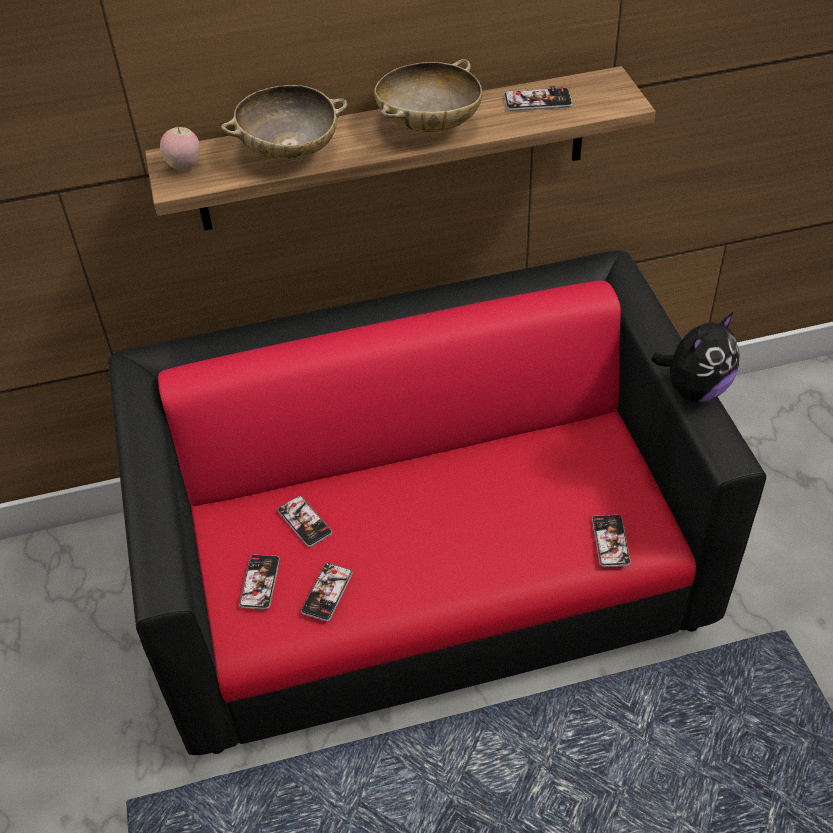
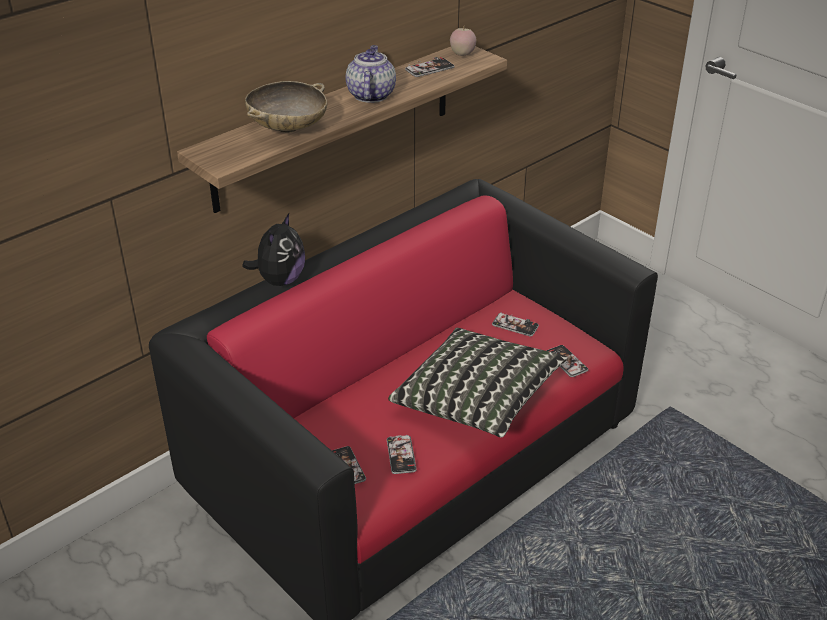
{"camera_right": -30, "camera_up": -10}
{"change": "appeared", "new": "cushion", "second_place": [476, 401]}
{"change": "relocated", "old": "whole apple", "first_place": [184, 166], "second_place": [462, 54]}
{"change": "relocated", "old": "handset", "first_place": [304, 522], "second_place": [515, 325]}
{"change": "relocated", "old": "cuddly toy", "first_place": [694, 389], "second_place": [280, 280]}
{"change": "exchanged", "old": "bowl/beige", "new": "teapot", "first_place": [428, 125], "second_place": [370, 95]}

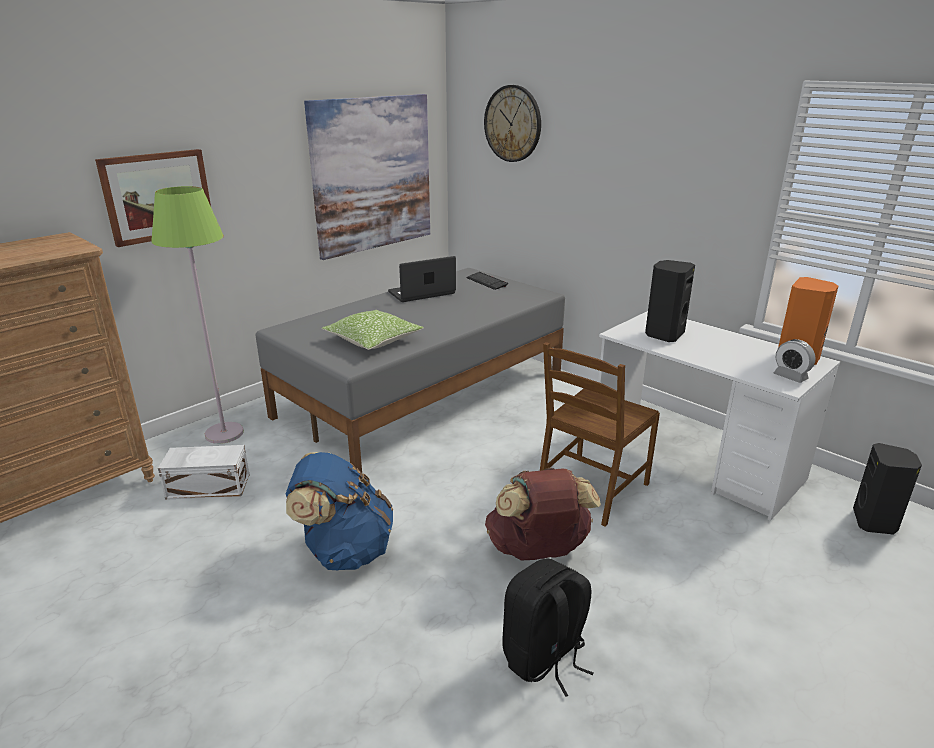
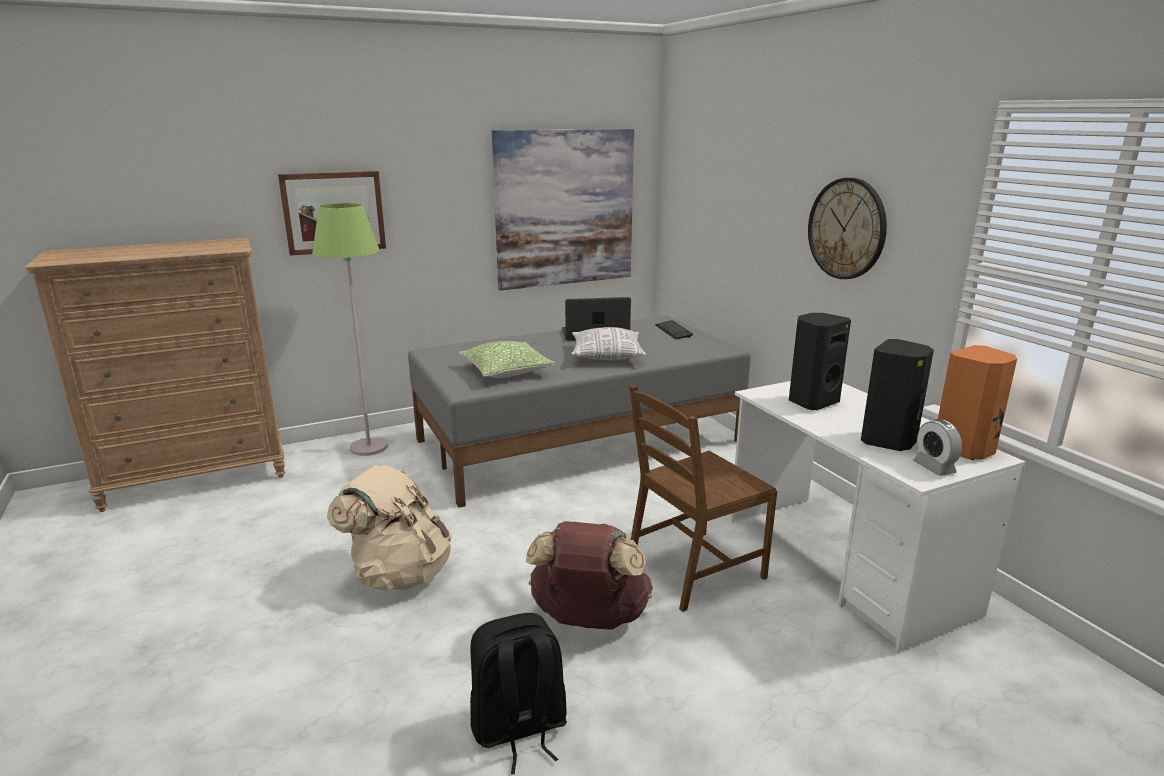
{"camera_right": 20, "camera_up": -5}
{"change": "missing", "old": "storage container/white", "first_place": [207, 486]}
{"change": "appeared", "new": "cushion", "second_place": [606, 356]}
{"change": "relocated", "old": "hanging clock", "first_place": [513, 124], "second_place": [847, 229]}
{"change": "relocated", "old": "loudspeaker/black", "first_place": [875, 522], "second_place": [889, 441]}
{"change": "colour", "old": "backpack/blue-coloured", "new": "backpack/beige", "first_place": [344, 550], "second_place": [399, 573]}

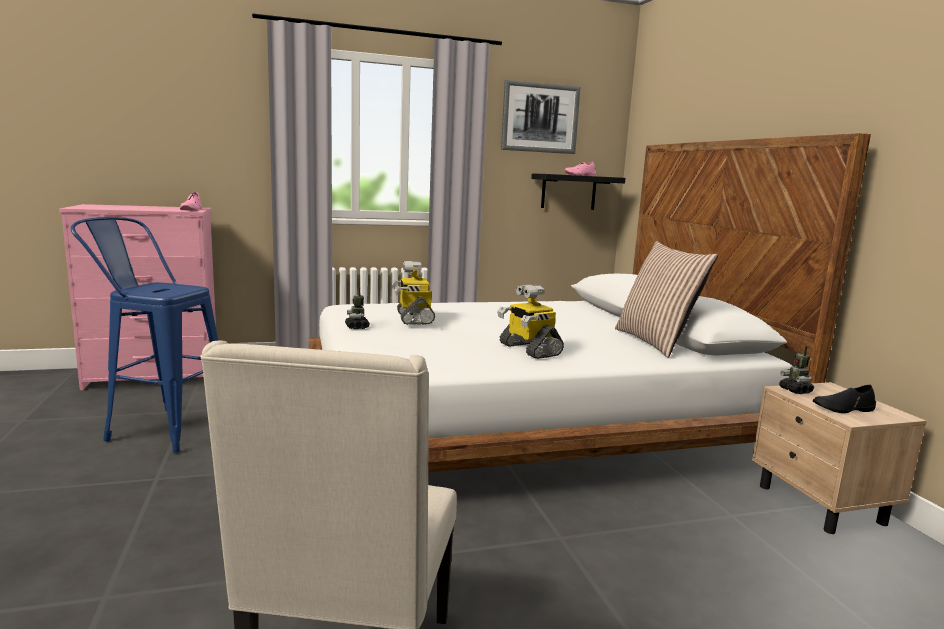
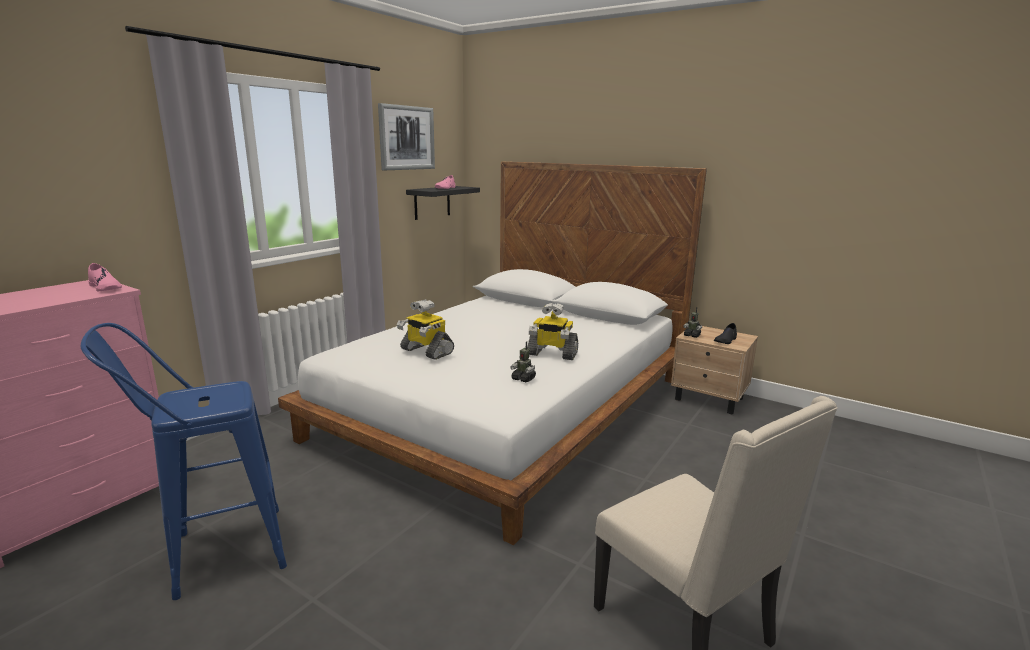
{"camera_right": -40, "camera_up": 5}
{"change": "missing", "old": "cushion", "first_place": [656, 342]}
{"change": "relocated", "old": "robot figure", "first_place": [357, 327], "second_place": [523, 379]}

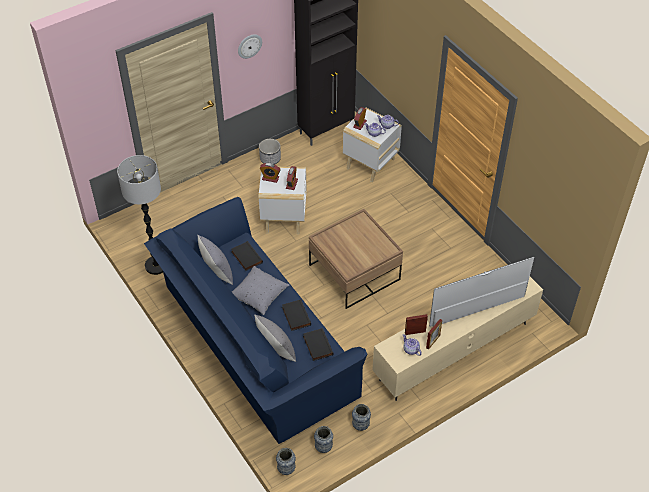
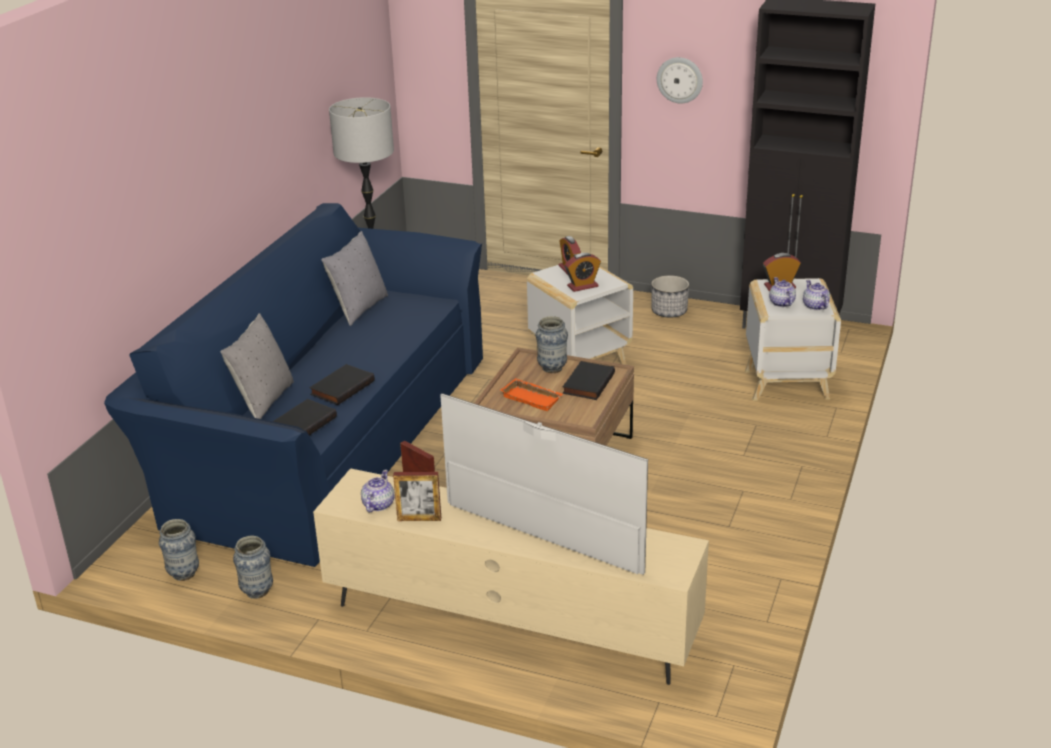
{"camera_right": 55, "camera_up": -20}
{"change": "missing", "old": "cushion/greyish", "first_place": [259, 295]}
{"change": "appeared", "new": "carrying tray/orange", "second_place": [533, 398]}
{"change": "relocated", "old": "bound book/black", "first_place": [246, 257], "second_place": [587, 383]}
{"change": "relocated", "old": "decorative vase", "first_place": [286, 469], "second_place": [552, 368]}

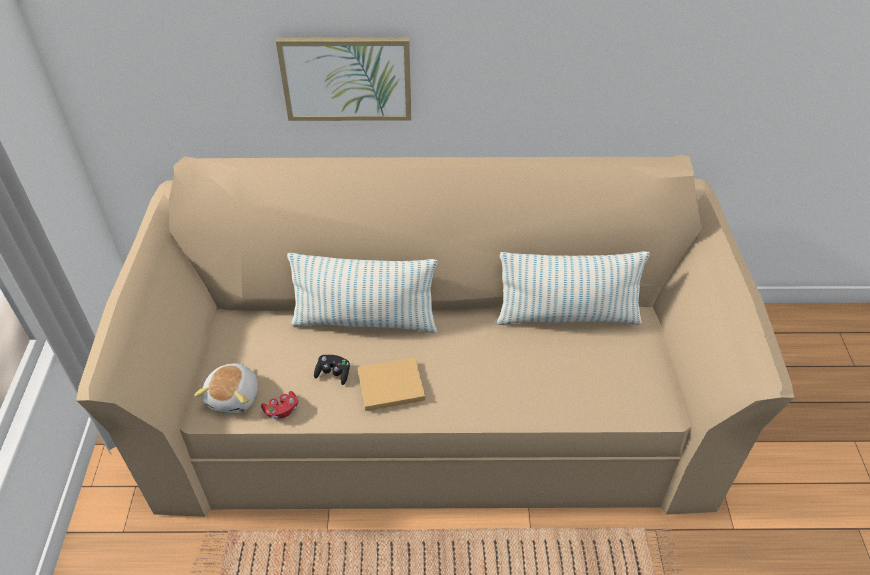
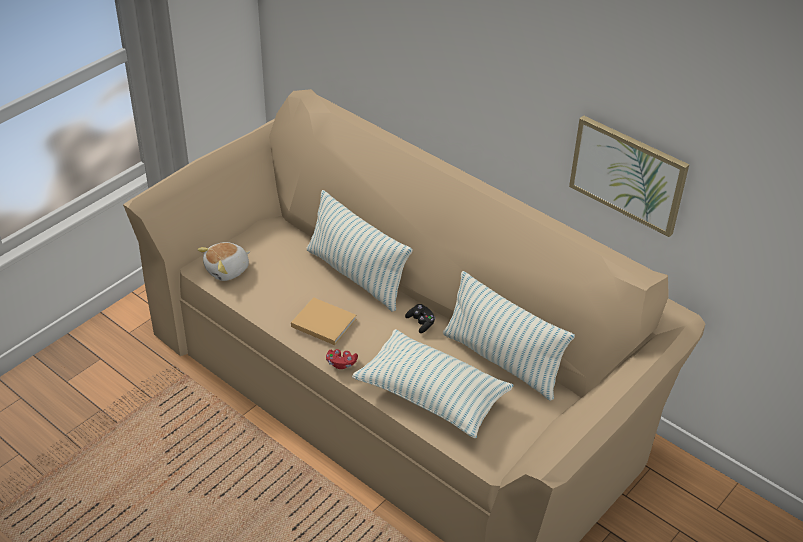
{"camera_right": 40, "camera_up": -5}
{"change": "appeared", "new": "cushion", "second_place": [432, 395]}
{"change": "relocated", "old": "game controller/red", "first_place": [282, 410], "second_place": [341, 363]}
{"change": "relocated", "old": "wall picture", "first_place": [346, 78], "second_place": [628, 174]}
{"change": "relocated", "old": "game controller/black", "first_place": [333, 373], "second_place": [421, 323]}

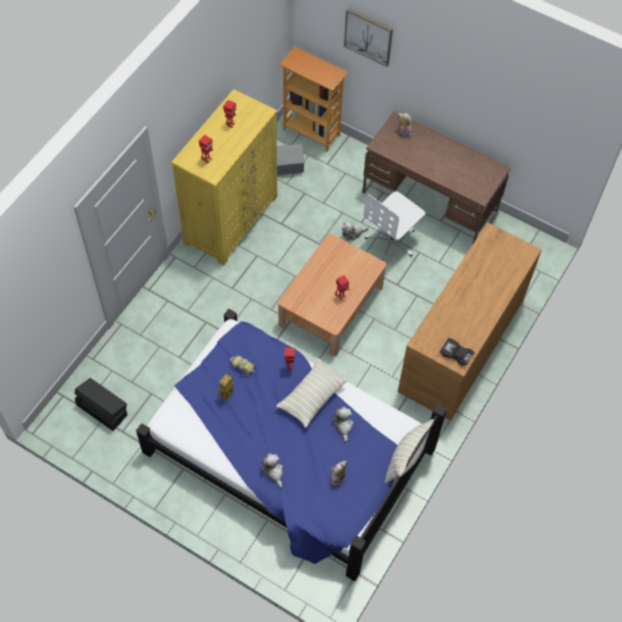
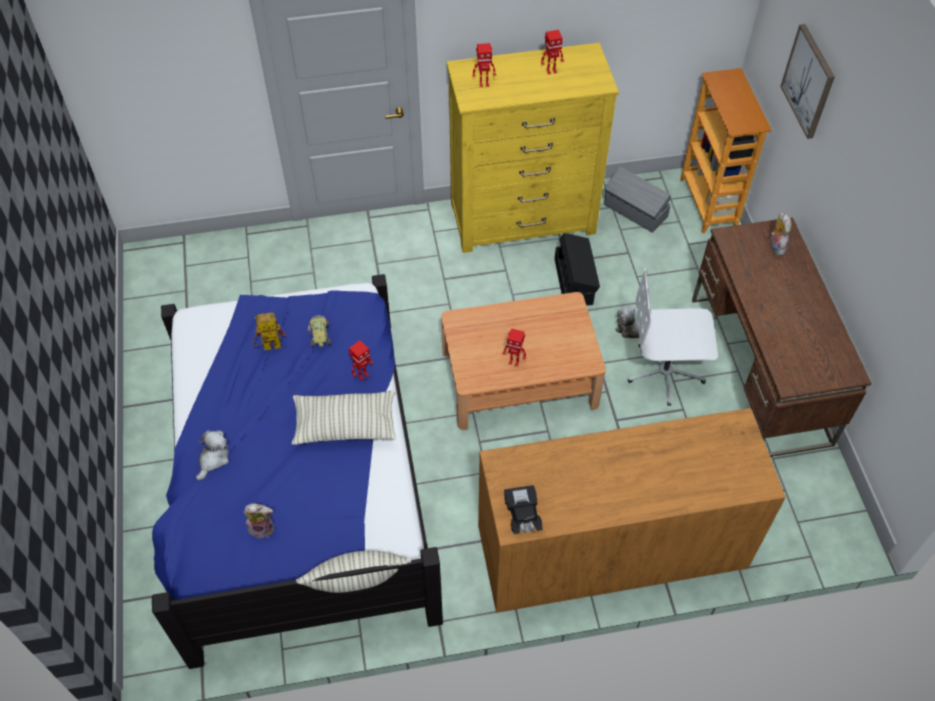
{"camera_right": 50, "camera_up": -5}
{"change": "missing", "old": "cuddly toy", "first_place": [343, 425]}
{"change": "relocated", "old": "storage container/black", "first_place": [102, 409], "second_place": [574, 281]}

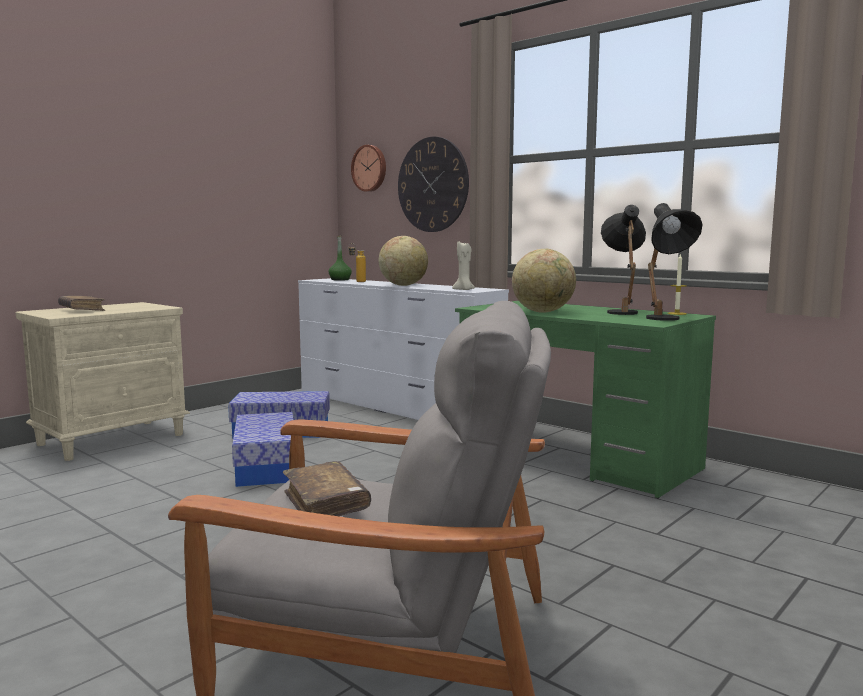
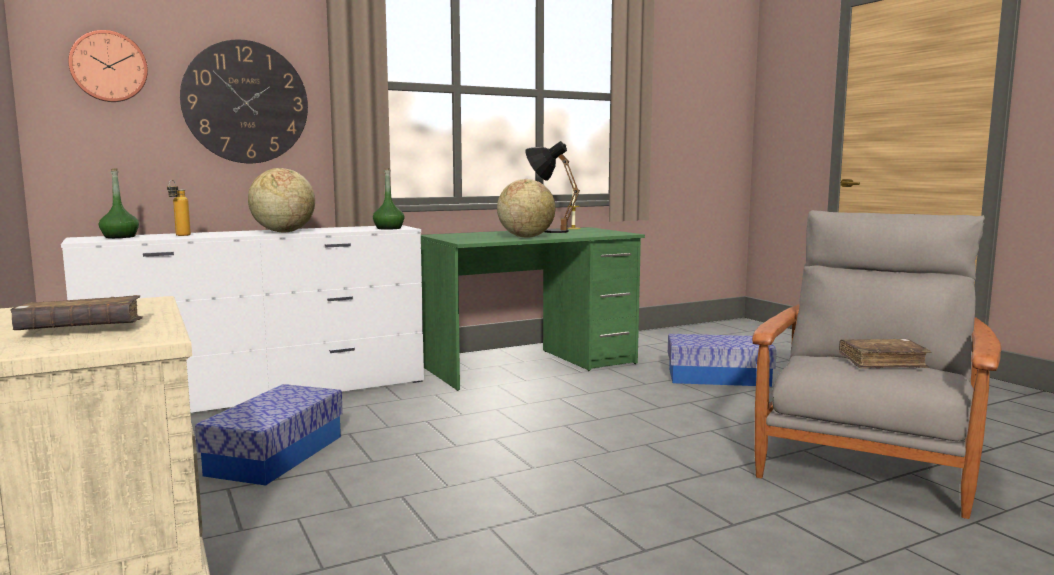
{"camera_right": -70, "camera_up": 0}
{"change": "missing", "old": "lamp for a table/black", "first_place": [666, 320]}
{"change": "relocated", "old": "storage container", "first_place": [266, 466], "second_place": [718, 377]}
{"change": "exchanged", "old": "candle/beige", "new": "beverage bottle/green-coloured", "first_place": [464, 290], "second_place": [388, 228]}

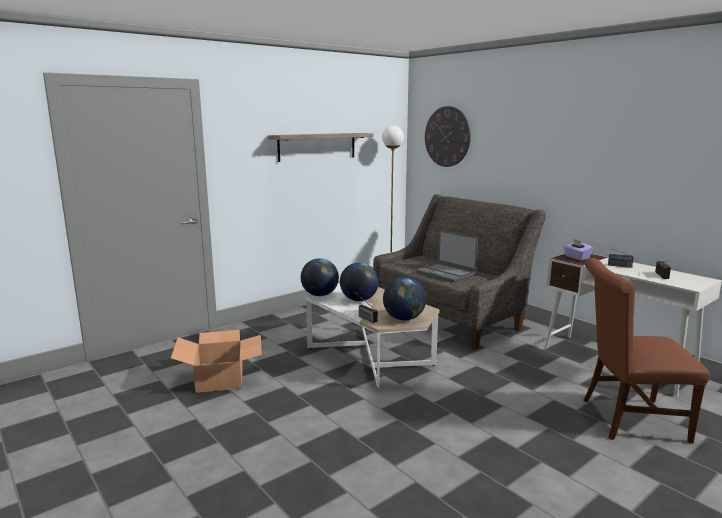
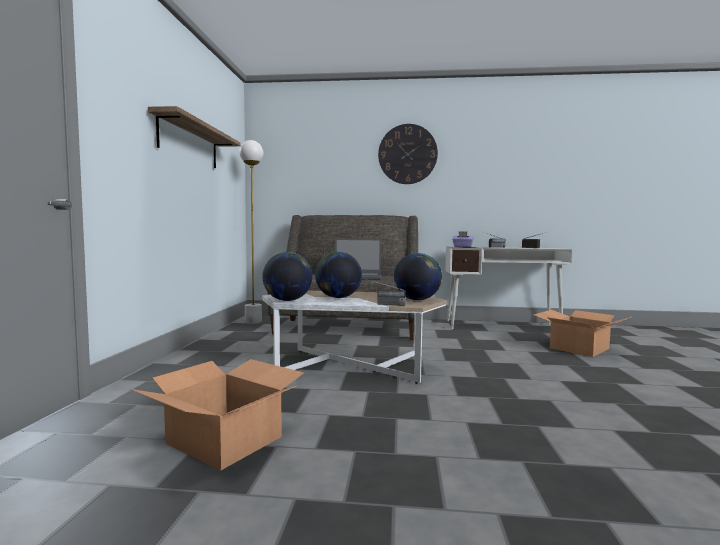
{"camera_right": -45, "camera_up": -10}
{"change": "relocated", "old": "hanging clock", "first_place": [447, 136], "second_place": [407, 154]}
{"change": "exchanged", "old": "plain chair/brown", "new": "carton", "first_place": [627, 419], "second_place": [578, 348]}

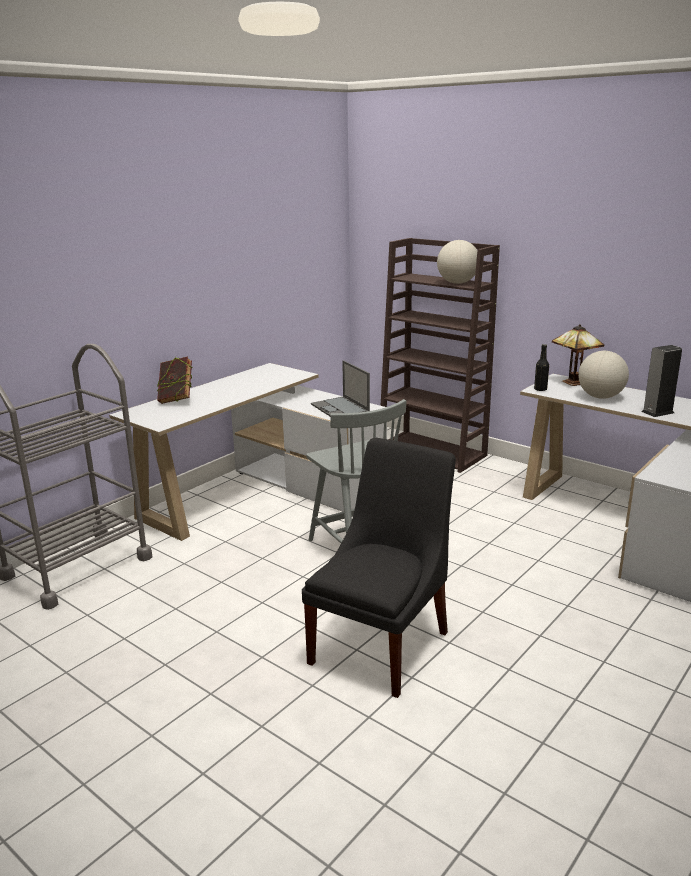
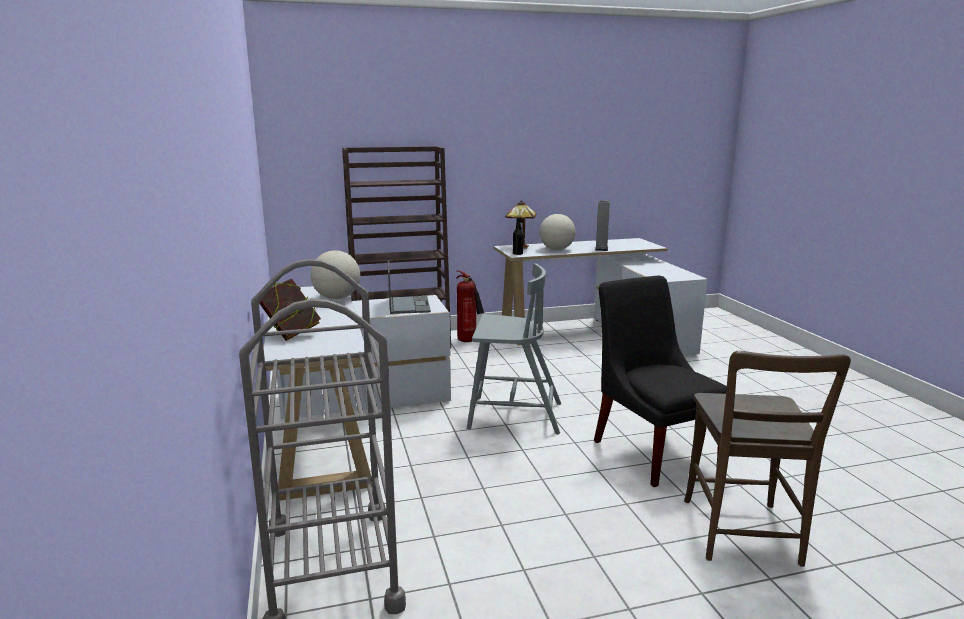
{"camera_right": -55, "camera_up": -5}
{"change": "appeared", "new": "fire extinguisher", "second_place": [469, 341]}
{"change": "appeared", "new": "plain chair/brown", "second_place": [742, 536]}
{"change": "relocated", "old": "world globe", "first_place": [457, 283], "second_place": [337, 298]}
{"change": "spun", "old": "notebook computer", "first_place": [340, 408], "second_place": [408, 305], "degrees": -105}

